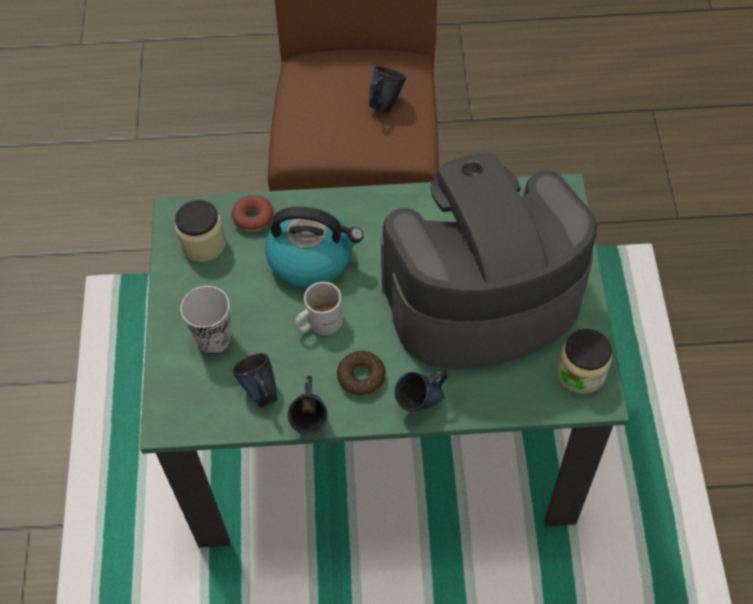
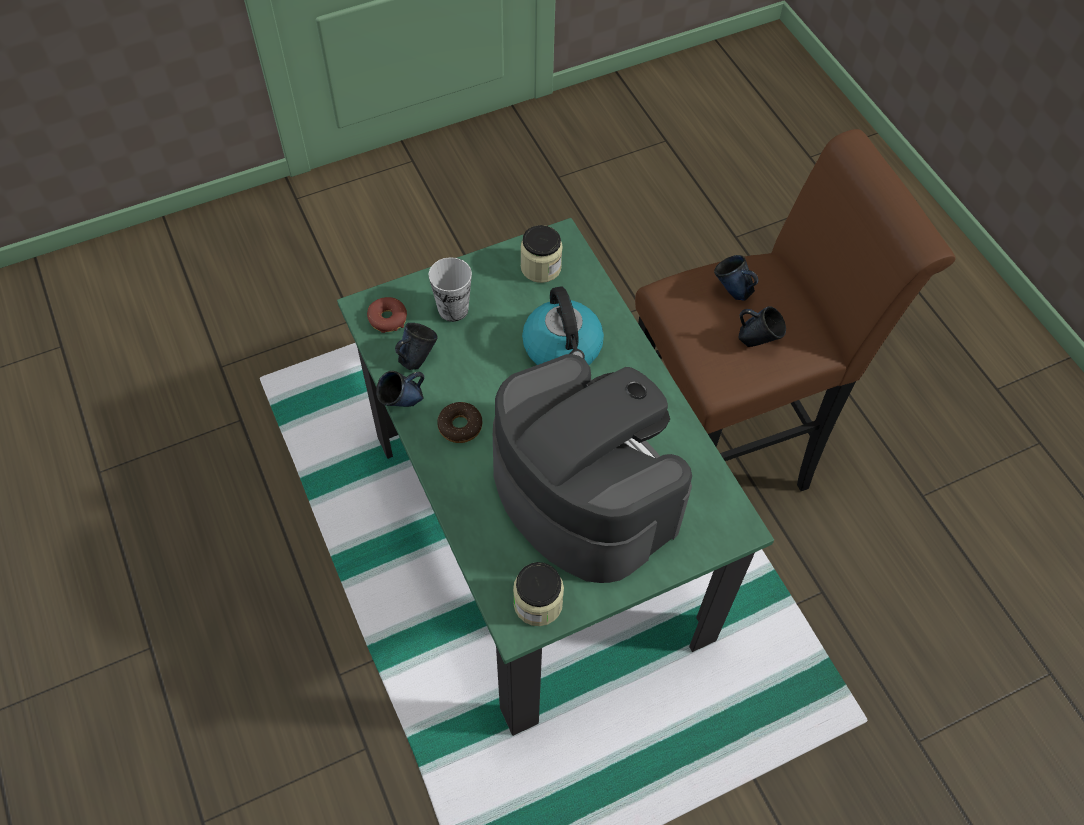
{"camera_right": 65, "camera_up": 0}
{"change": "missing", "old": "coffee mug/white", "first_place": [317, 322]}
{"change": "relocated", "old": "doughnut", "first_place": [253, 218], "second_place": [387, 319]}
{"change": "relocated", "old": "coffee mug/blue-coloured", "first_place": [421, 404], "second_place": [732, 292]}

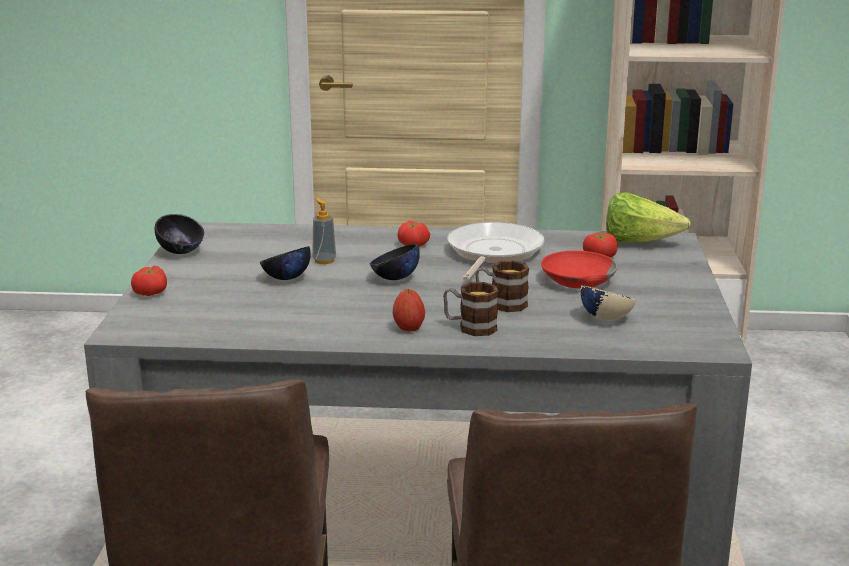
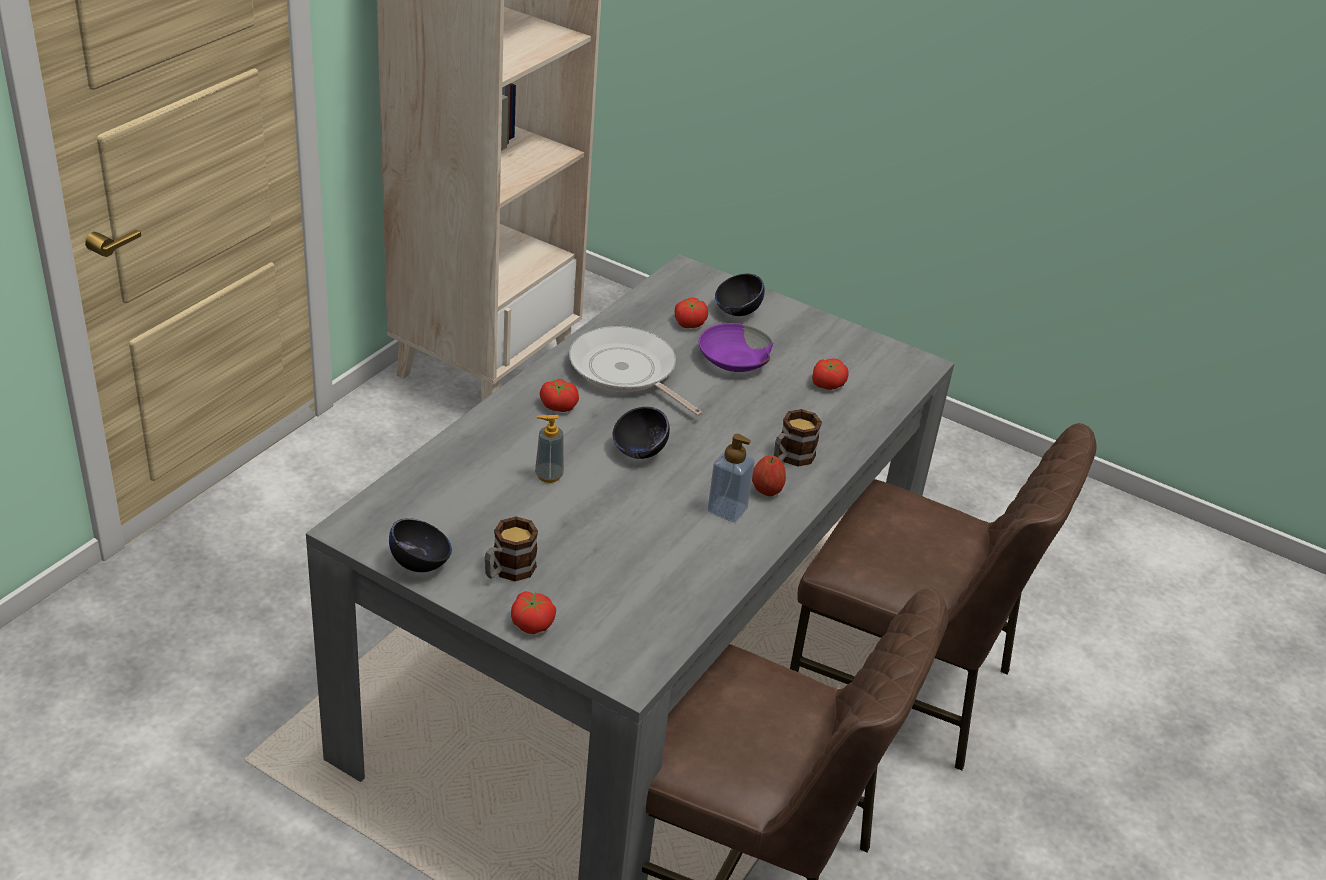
{"camera_right": -65, "camera_up": 15}
{"change": "missing", "old": "head of lettuce", "first_place": [638, 242]}
{"change": "appeared", "new": "liquid soap bottle", "second_place": [727, 510]}
{"change": "relocated", "old": "bowl/black", "first_place": [286, 278], "second_place": [737, 311]}
{"change": "relocated", "old": "coffee mug", "first_place": [501, 304], "second_place": [508, 571]}
{"change": "exchanged", "old": "bowl/beige", "new": "whole tomato", "first_place": [606, 318], "second_place": [827, 384]}
{"change": "colour", "old": "bowl/red", "new": "bowl/purple", "first_place": [576, 280], "second_place": [734, 360]}

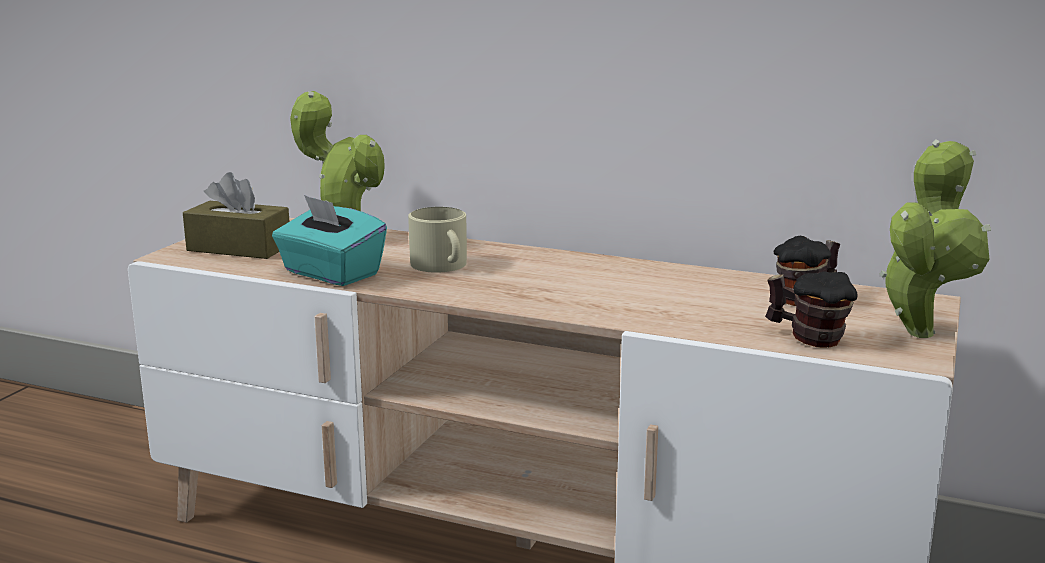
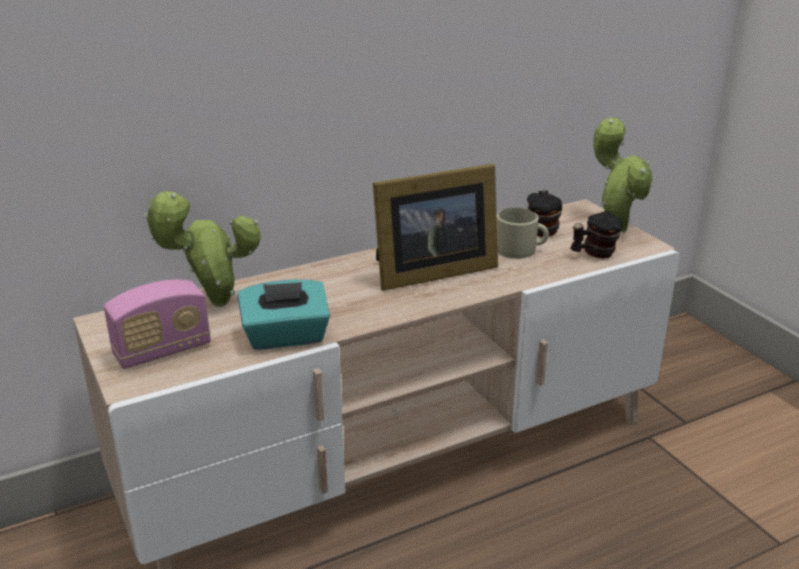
{"camera_right": -50, "camera_up": 10}
{"change": "appeared", "new": "photo frame", "second_place": [430, 272]}
{"change": "relocated", "old": "coffee mug/beige", "first_place": [442, 265], "second_place": [520, 250]}
{"change": "exchanged", "old": "tissue holder/brown", "new": "radio", "first_place": [239, 248], "second_place": [162, 351]}

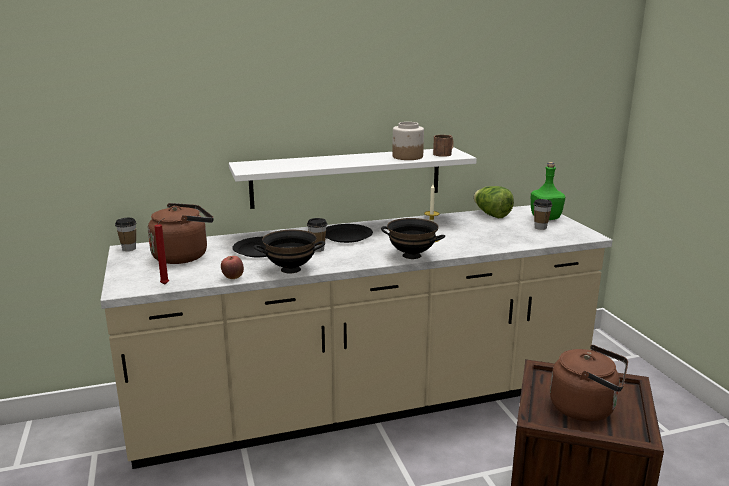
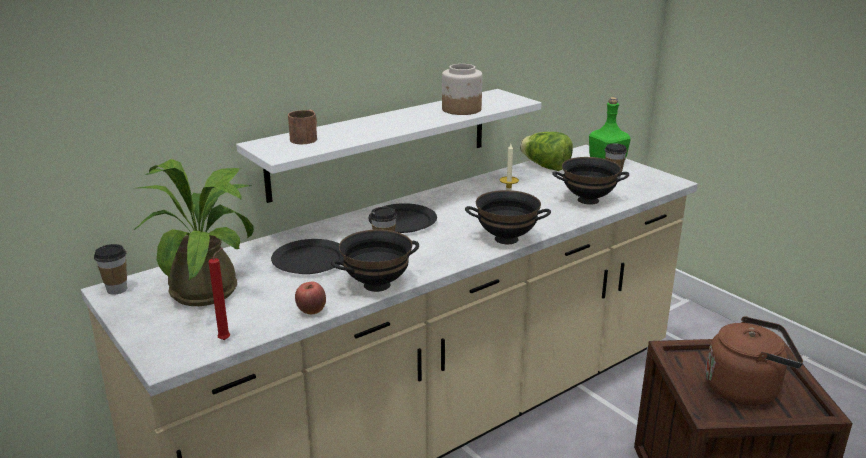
{"camera_right": -20, "camera_up": 5}
{"change": "appeared", "new": "bowl/black", "second_place": [588, 200]}
{"change": "relocated", "old": "coffee mug/brown", "first_place": [444, 153], "second_place": [306, 137]}
{"change": "exchanged", "old": "tea kettle/brown", "new": "houseplant", "first_place": [184, 256], "second_place": [211, 288]}

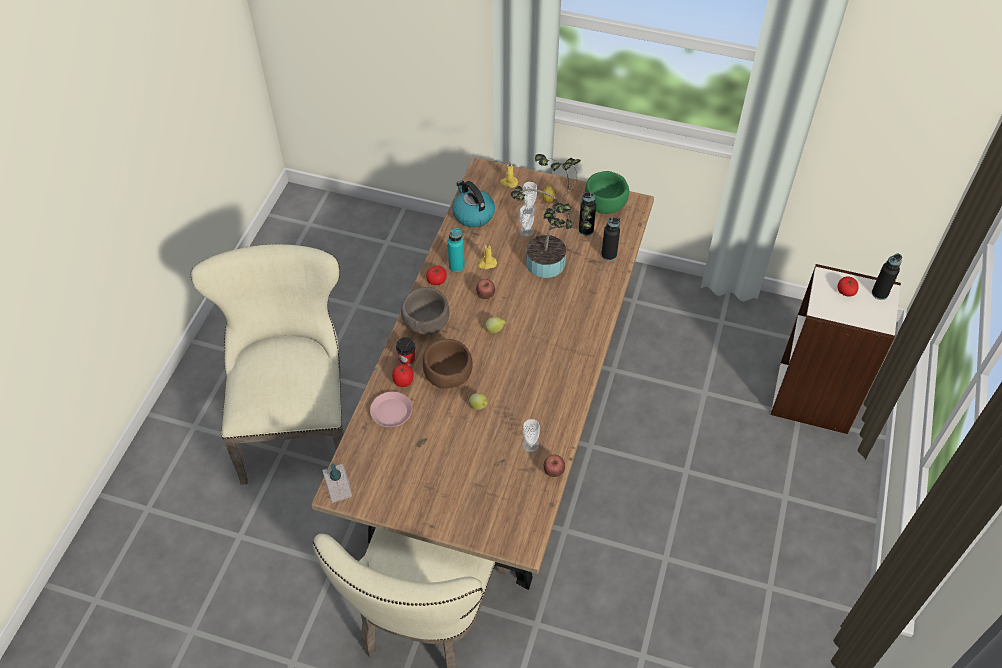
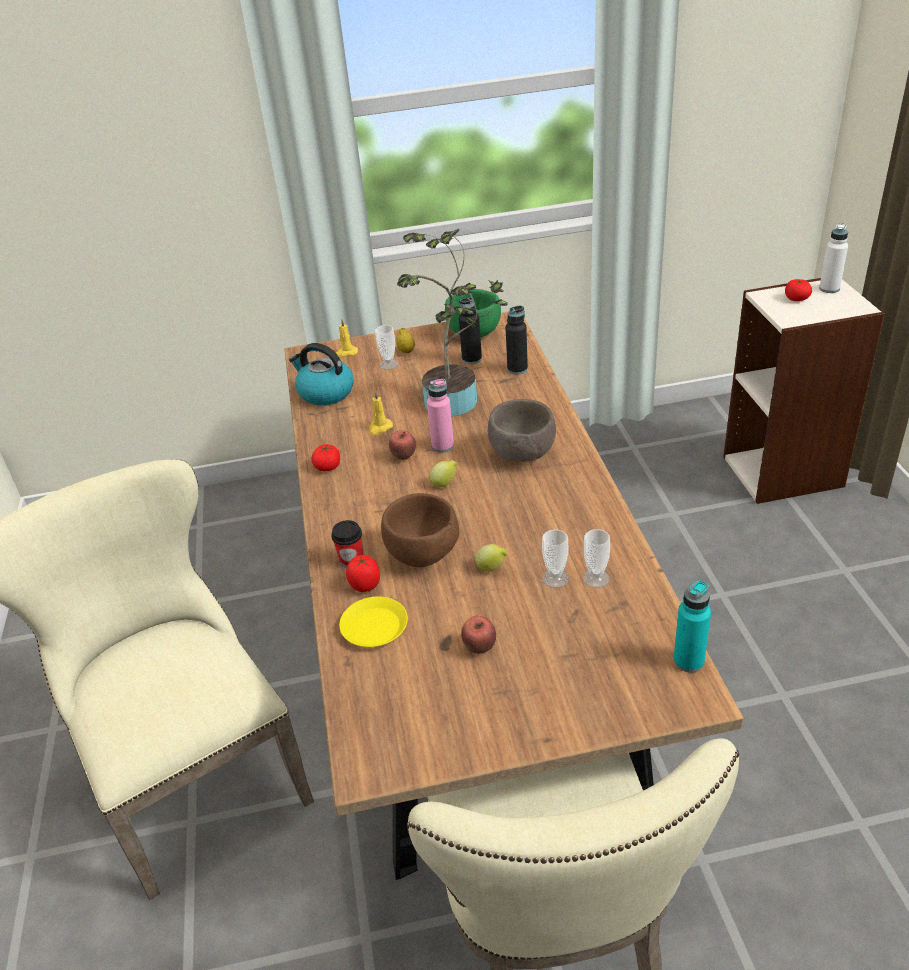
{"camera_right": -25, "camera_up": -15}
{"change": "missing", "old": "liquid soap bottle", "first_place": [339, 491]}
{"change": "appeared", "new": "beverage bottle/pinkish", "second_place": [442, 446]}
{"change": "relocated", "old": "bowl/brown", "first_place": [426, 324], "second_place": [521, 454]}
{"change": "relocated", "old": "beverage bottle/turquoise-coloured", "first_place": [456, 266], "second_place": [688, 661]}
{"change": "relocated", "old": "drinking cup", "first_place": [526, 231], "second_place": [555, 578]}
{"change": "relocated", "old": "whole apple", "first_place": [553, 472], "second_place": [480, 648]}
{"change": "colour", "old": "dinner plate/pinkish", "new": "dinner plate/yellow", "first_place": [391, 412], "second_place": [375, 627]}
{"change": "colour", "old": "beverage bottle/black", "new": "beverage bottle/white", "first_place": [879, 293], "second_place": [829, 288]}

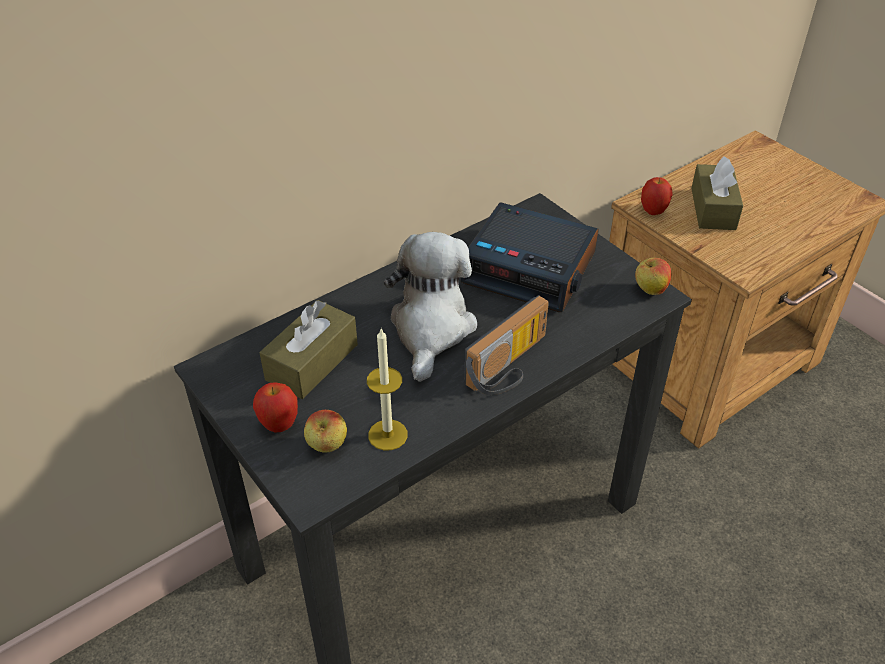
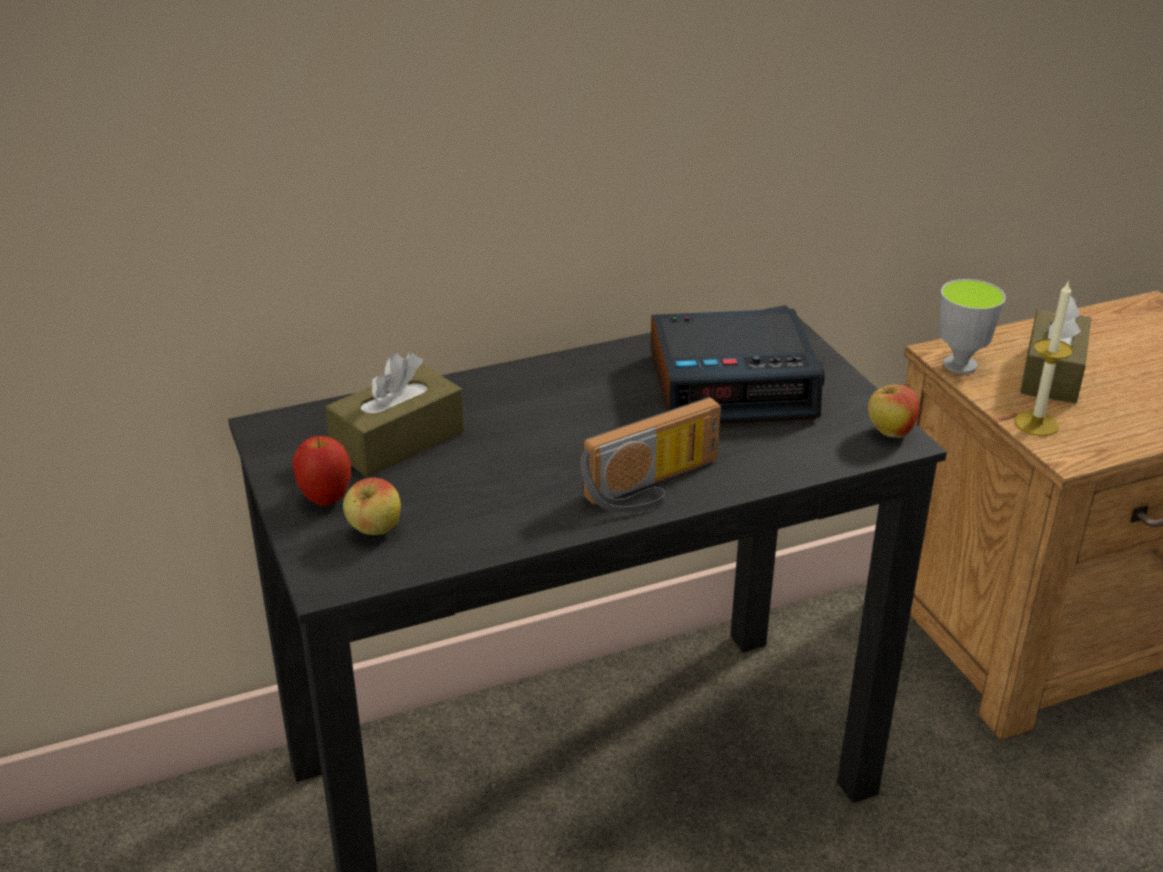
{"camera_right": 15, "camera_up": -10}
{"change": "missing", "old": "cuddly toy", "first_place": [431, 328]}
{"change": "relocated", "old": "candle", "first_place": [388, 435], "second_place": [1036, 424]}
{"change": "exchanged", "old": "whole apple", "new": "drinking cup", "first_place": [653, 211], "second_place": [960, 365]}
{"change": "spun", "old": "alarm clock", "first_place": [531, 268], "second_place": [733, 384], "degrees": -45}

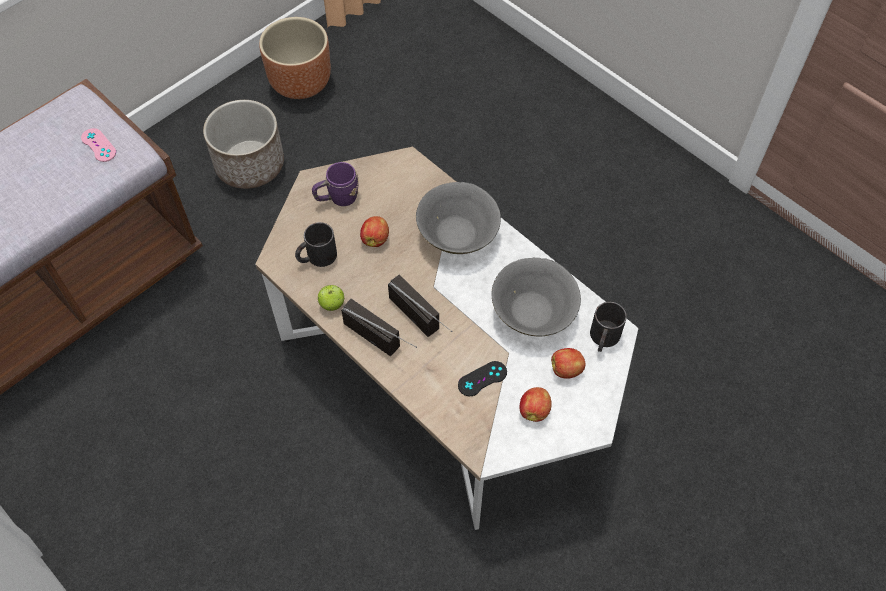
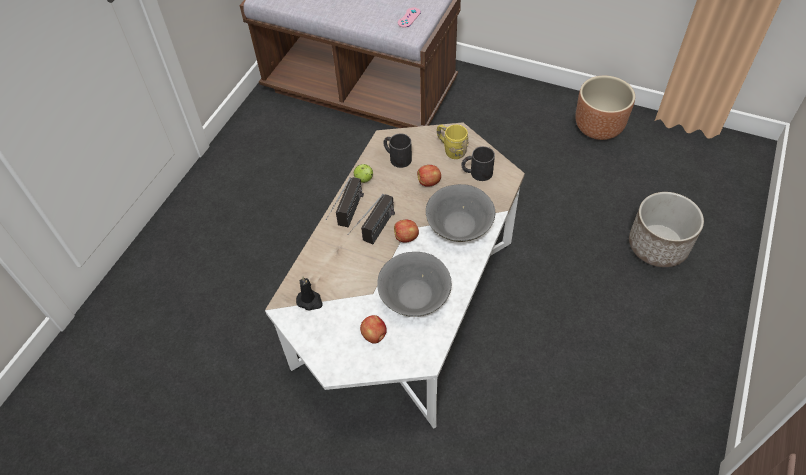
{"camera_right": 70, "camera_up": -5}
{"change": "missing", "old": "game controller/black", "first_place": [482, 379]}
{"change": "appeared", "new": "candle/black", "second_place": [310, 301]}
{"change": "relocated", "old": "plant pot", "first_place": [250, 164], "second_place": [658, 245]}
{"change": "relocated", "old": "whole apple", "first_place": [534, 410], "second_place": [406, 237]}
{"change": "relocated", "old": "coffee mug/black", "first_place": [603, 339], "second_place": [476, 173]}
{"change": "colour", "old": "coffee mug/purple", "new": "coffee mug/yellow", "first_place": [337, 198], "second_place": [451, 149]}

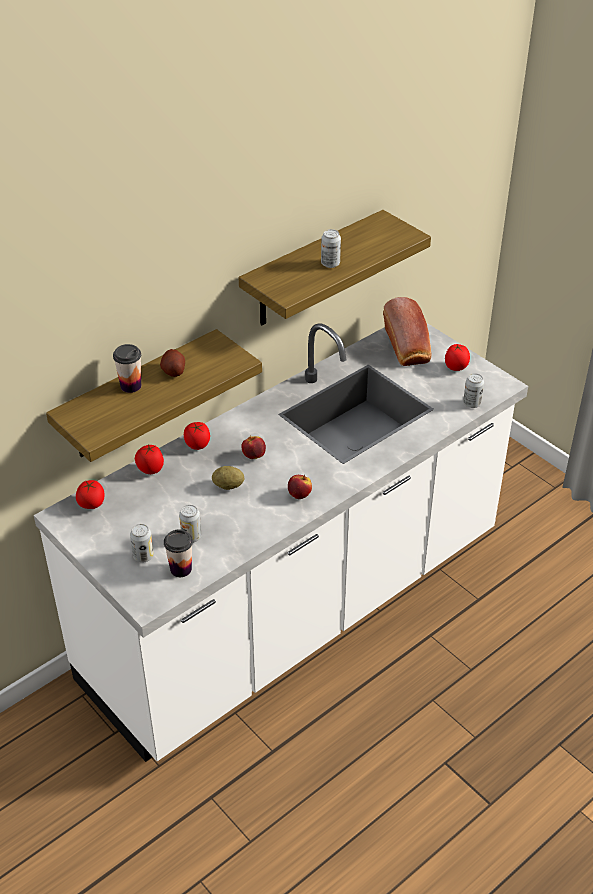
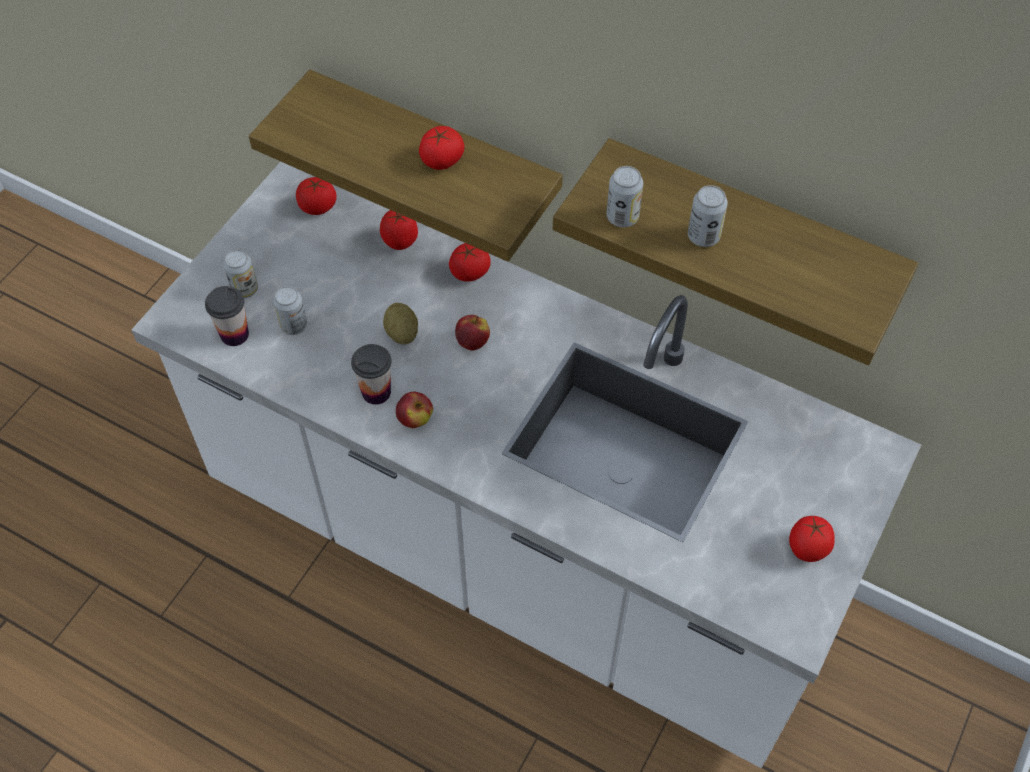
{"camera_right": 70, "camera_up": 15}
{"change": "missing", "old": "baked bread", "first_place": [407, 347]}
{"change": "relocated", "old": "drinking cup", "first_place": [131, 386], "second_place": [376, 392]}
{"change": "relocated", "old": "can", "first_place": [472, 403], "second_place": [622, 217]}
{"change": "exchanged", "old": "potato", "new": "whole tomato", "first_place": [173, 371], "second_place": [442, 160]}

